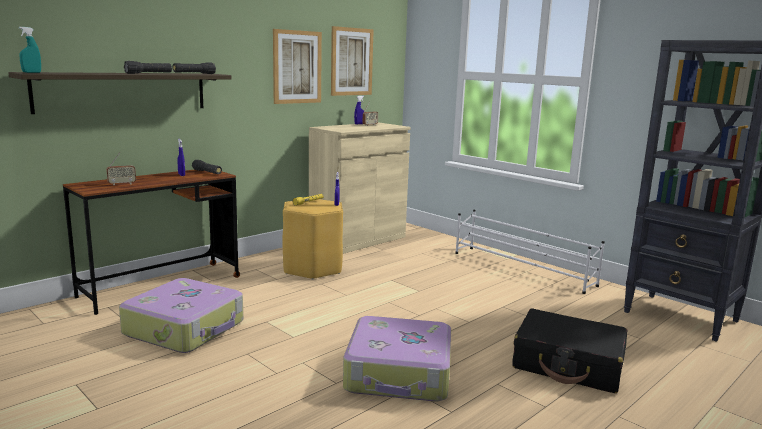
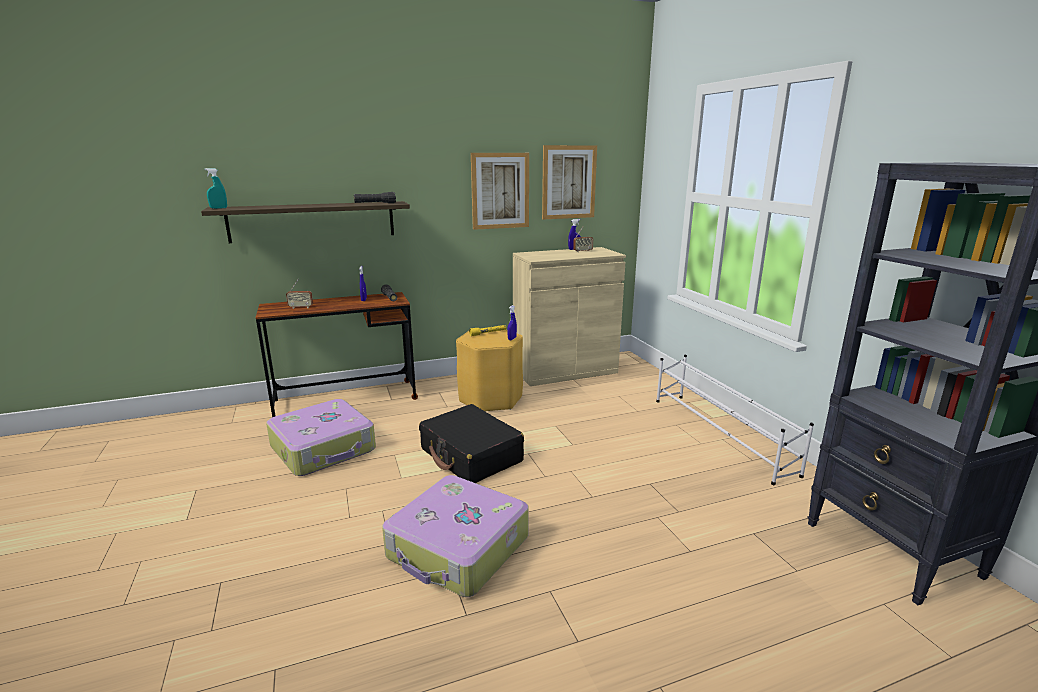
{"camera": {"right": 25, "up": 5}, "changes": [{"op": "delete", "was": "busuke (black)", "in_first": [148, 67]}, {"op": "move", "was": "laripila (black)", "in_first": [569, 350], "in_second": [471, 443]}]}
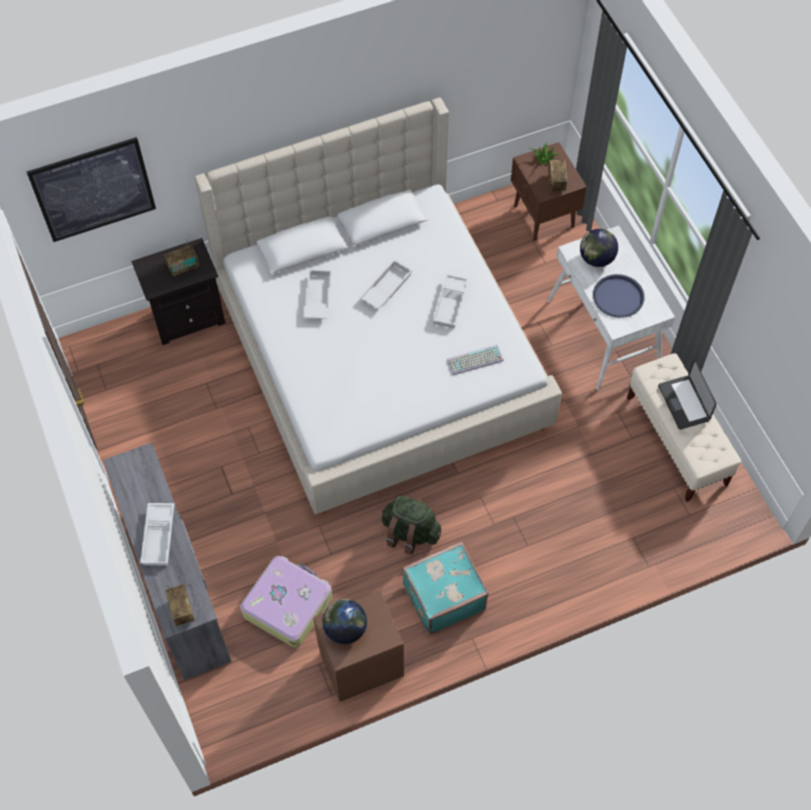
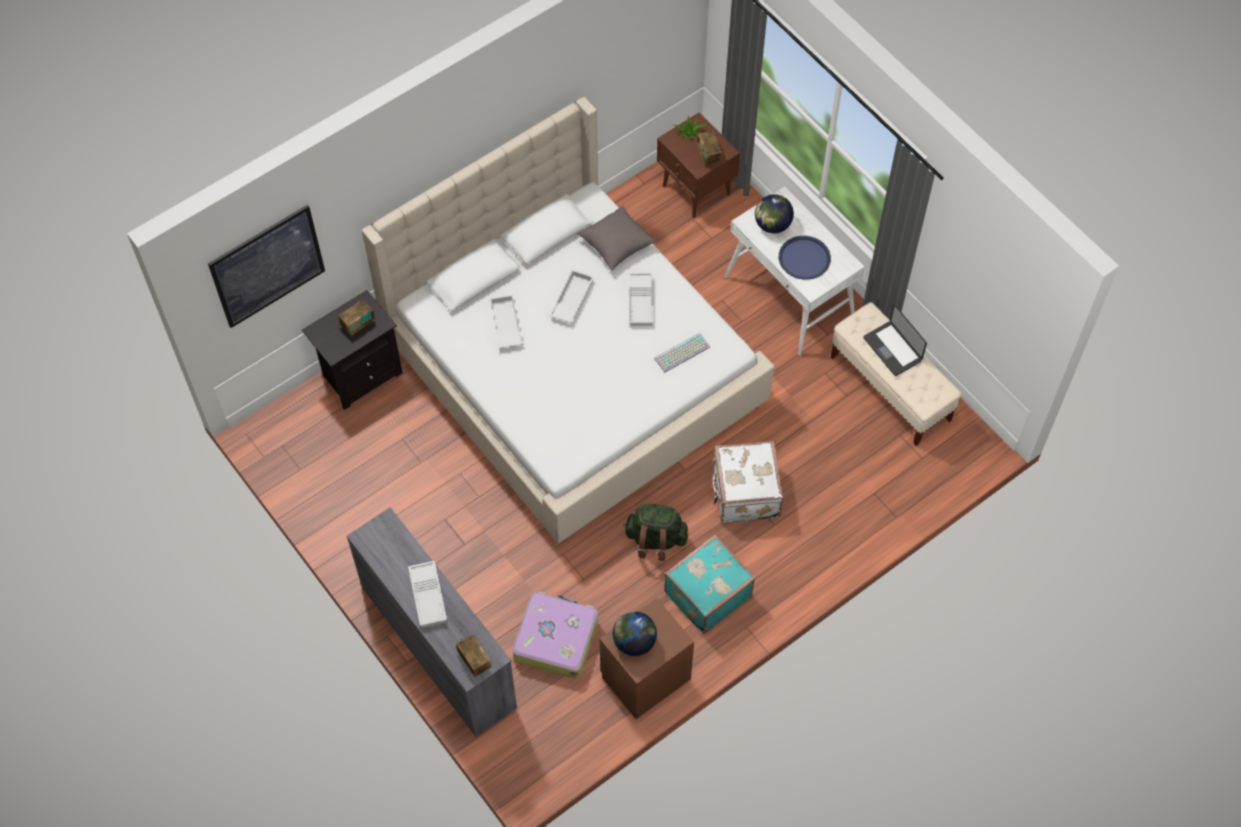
{"camera": {"right": -15, "up": 0}, "changes": [{"op": "insert", "now": "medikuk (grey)", "in_second": [616, 238]}, {"op": "insert", "now": "laripila (white)", "in_second": [747, 482]}]}
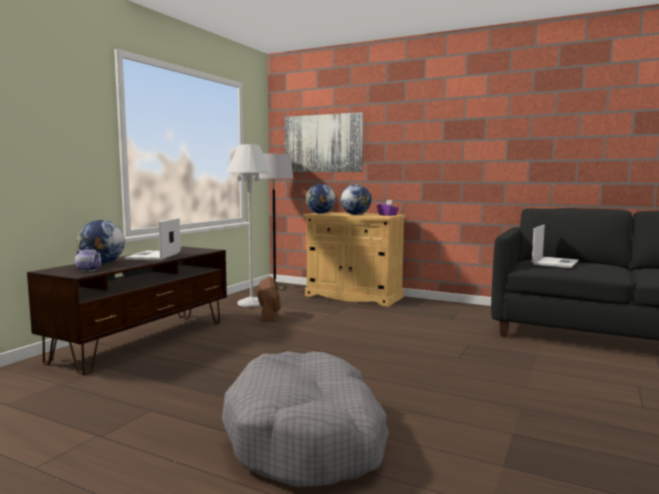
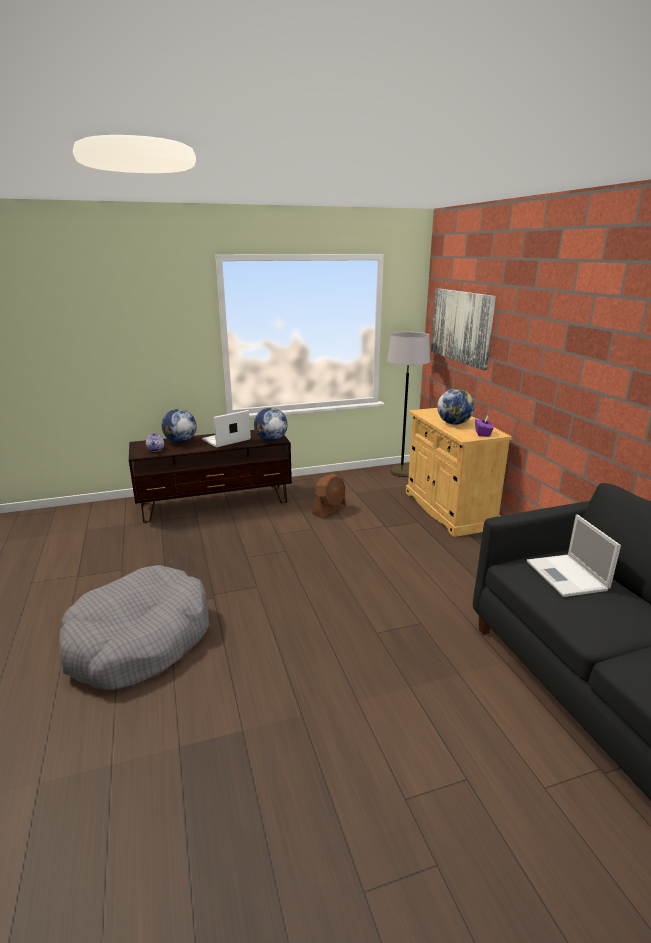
{"camera": {"right": 45, "up": 15}, "changes": [{"op": "delete", "was": "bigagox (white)", "in_first": [249, 225]}, {"op": "move", "was": "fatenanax", "in_first": [320, 199], "in_second": [271, 424]}, {"op": "rotate", "was": "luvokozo", "in_first": [555, 246], "in_second": [574, 555], "clockwise": 90}]}
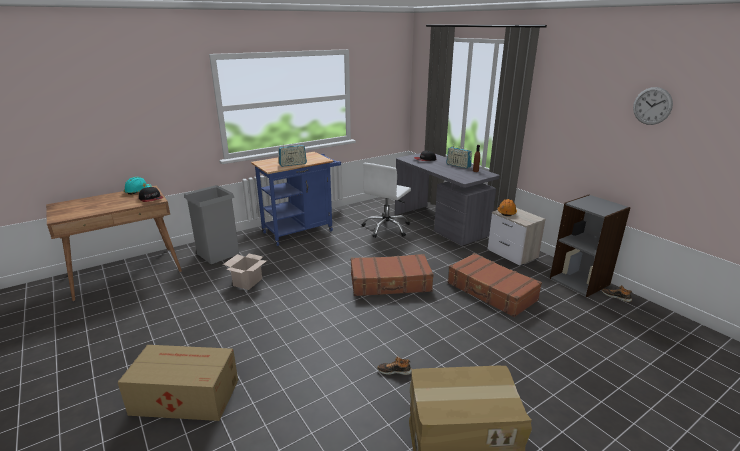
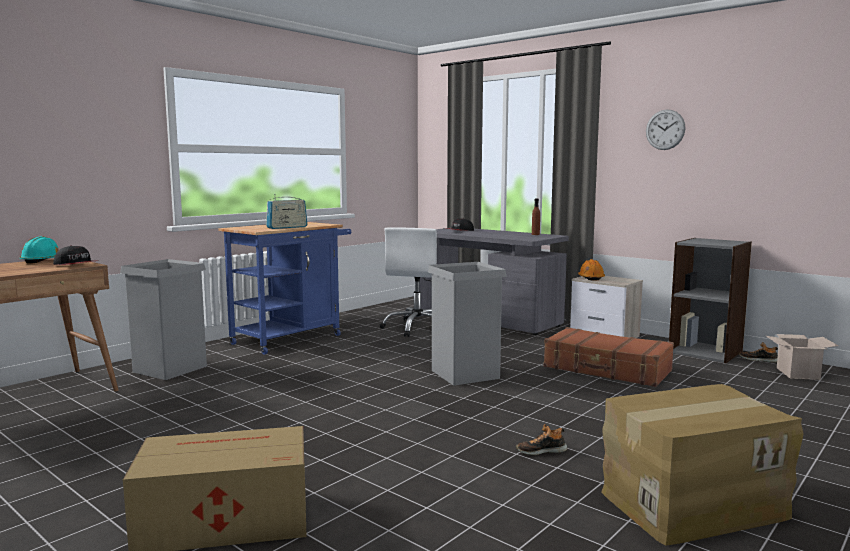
{"camera": {"right": -15, "up": -15}, "changes": [{"op": "move", "was": "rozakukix", "in_first": [653, 106], "in_second": [665, 129]}, {"op": "delete", "was": "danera", "in_first": [459, 157]}, {"op": "move", "was": "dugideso", "in_first": [245, 271], "in_second": [802, 357]}, {"op": "replace", "was": "laripila (brown)", "now": "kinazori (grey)", "in_first": [392, 275], "in_second": [467, 323]}]}
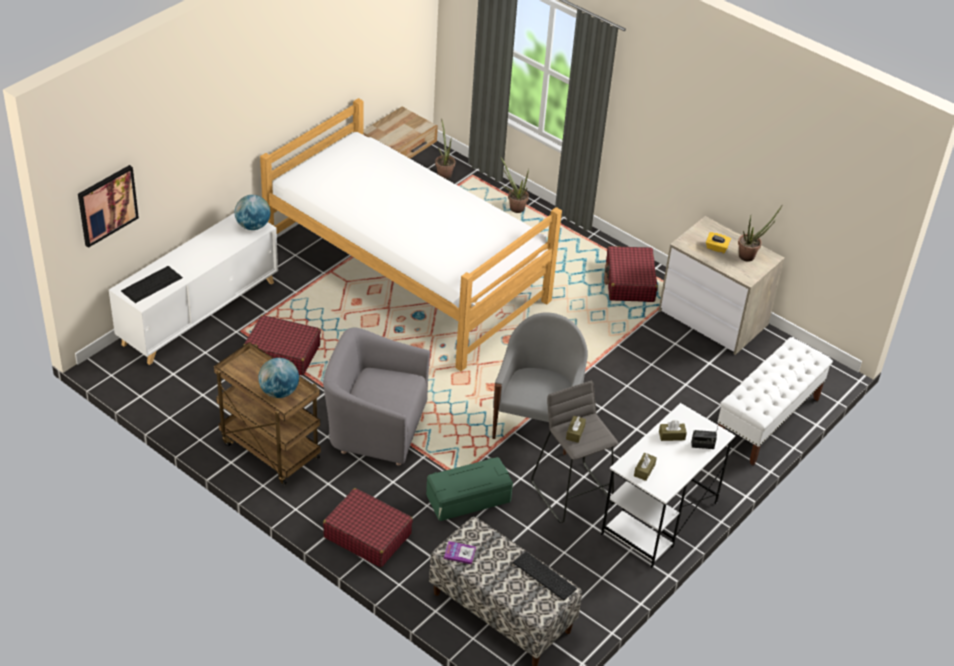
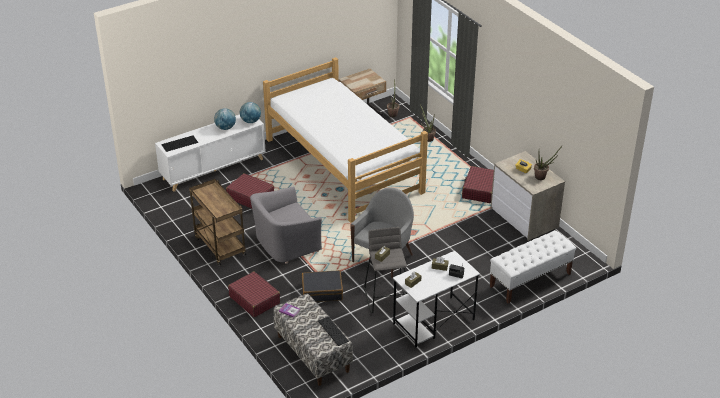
{"camera": {"right": 20, "up": -5}, "changes": [{"op": "delete", "was": "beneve", "in_first": [108, 206]}, {"op": "rotate", "was": "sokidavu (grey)", "in_first": [376, 396], "in_second": [286, 225], "clockwise": -60}, {"op": "move", "was": "fatenanax", "in_first": [278, 378], "in_second": [225, 119]}, {"op": "replace", "was": "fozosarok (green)", "now": "laripila (black)", "in_first": [469, 489], "in_second": [322, 286]}]}
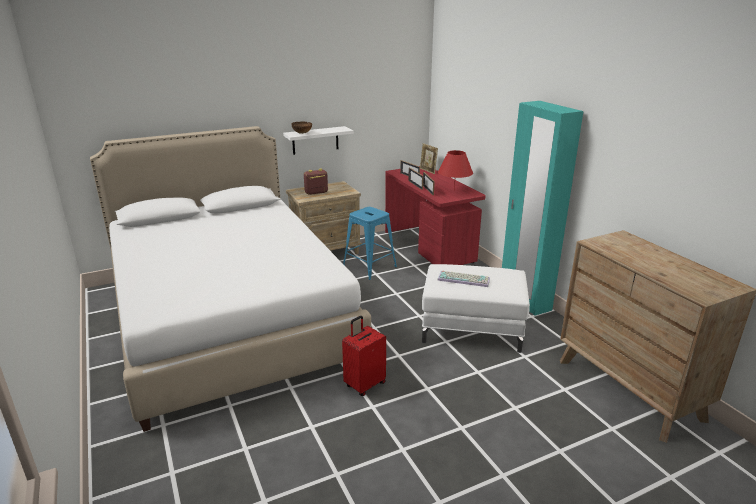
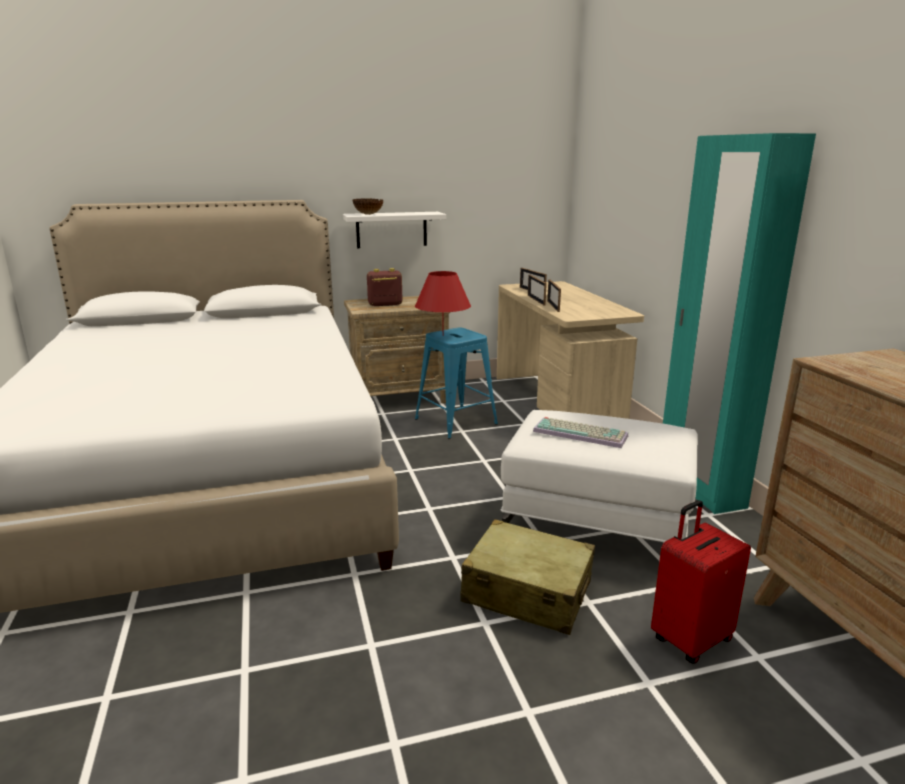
{"camera": {"right": 10, "up": -5}, "changes": [{"op": "delete", "was": "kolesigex", "in_first": [429, 158]}, {"op": "move", "was": "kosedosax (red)", "in_first": [455, 170], "in_second": [443, 303]}, {"op": "recolor", "was": "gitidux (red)", "now": "gitidux (beige)", "in_first": [435, 215], "in_second": [570, 350]}, {"op": "move", "was": "laripila (red)", "in_first": [364, 356], "in_second": [701, 582]}, {"op": "insert", "now": "laripila (beige)", "in_second": [527, 577]}]}
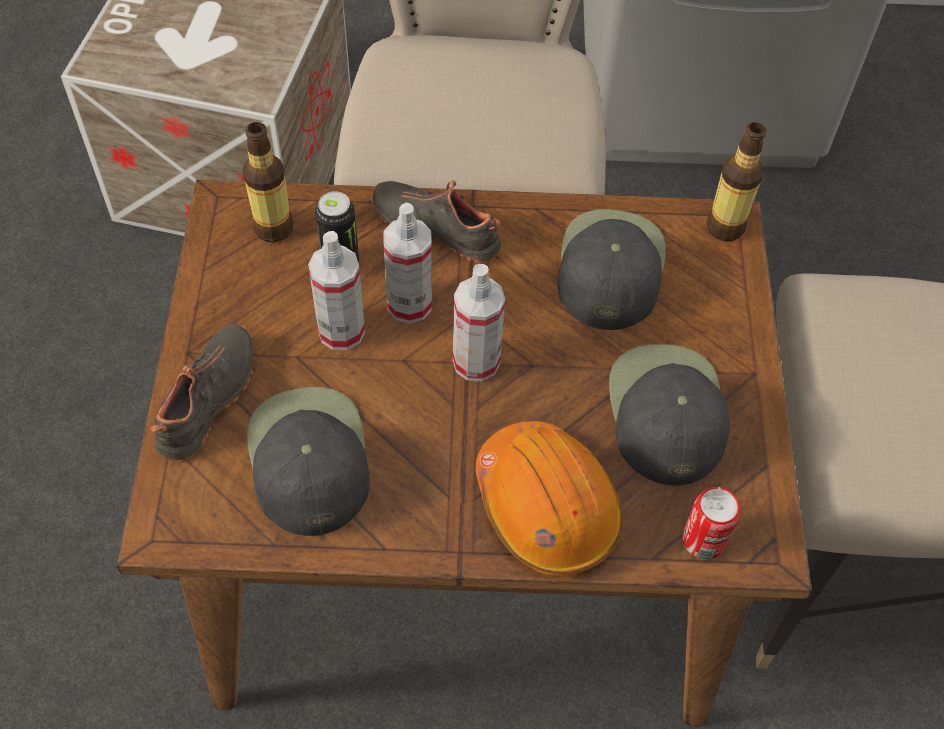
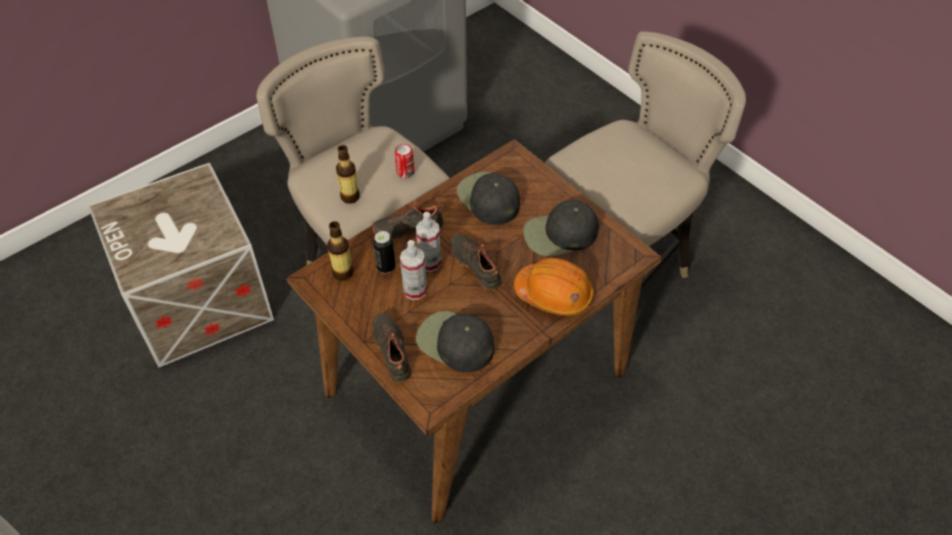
{"camera": {"right": -40, "up": -5}, "changes": [{"op": "move", "was": "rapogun", "in_first": [736, 181], "in_second": [348, 174]}, {"op": "replace", "was": "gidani", "now": "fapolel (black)", "in_first": [479, 323], "in_second": [476, 262]}, {"op": "rotate", "was": "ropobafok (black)", "in_first": [669, 415], "in_second": [561, 228], "clockwise": -60}, {"op": "move", "was": "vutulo", "in_first": [712, 523], "in_second": [404, 161]}]}
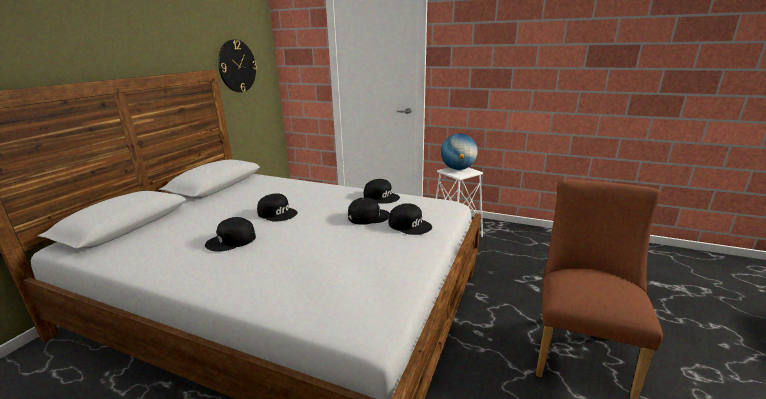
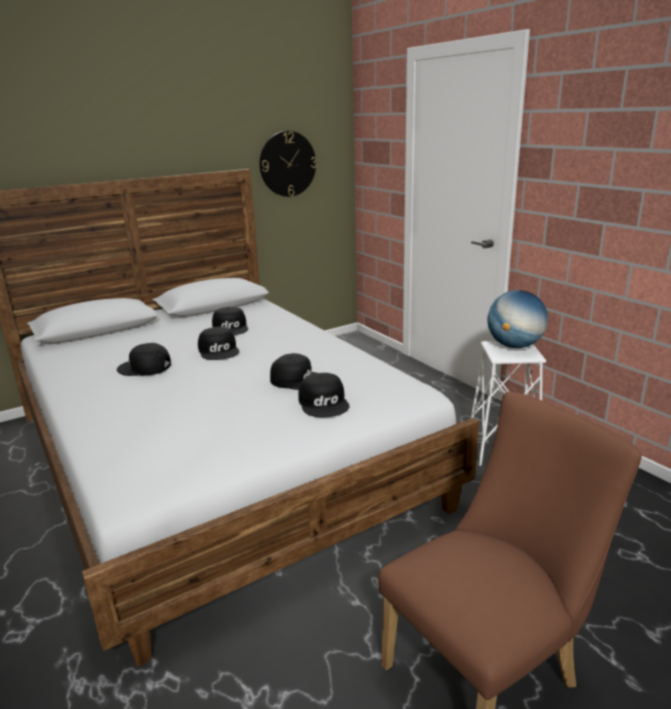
{"camera": {"right": 35, "up": 0}, "changes": [{"op": "move", "was": "ropobafok (black)", "in_first": [382, 191], "in_second": [230, 321]}]}
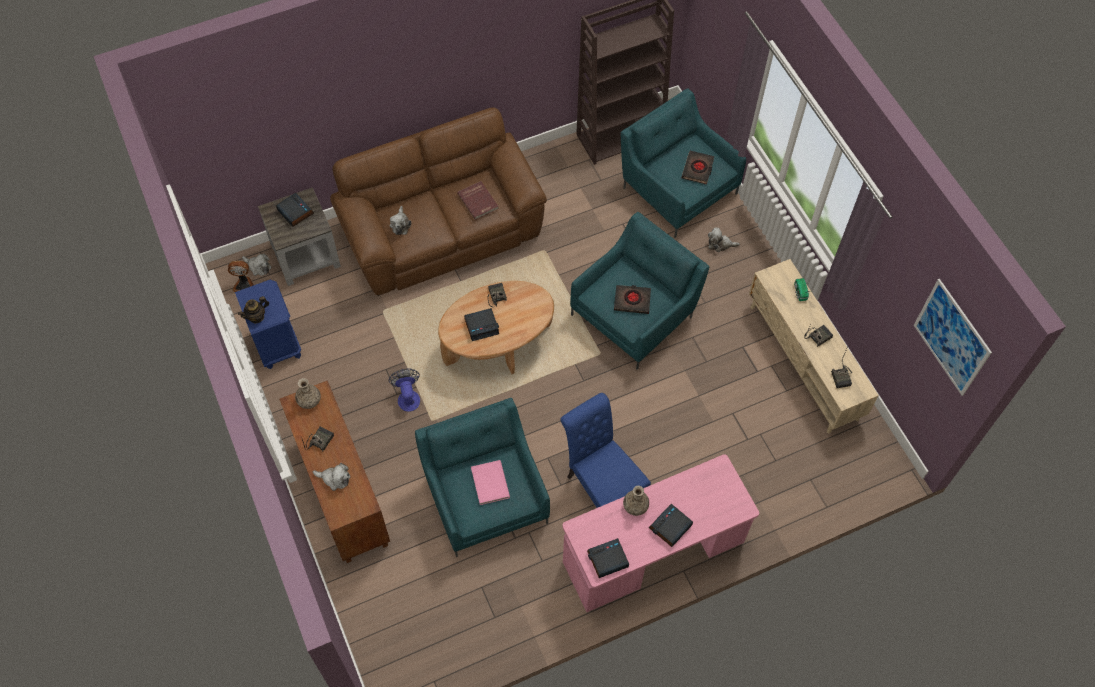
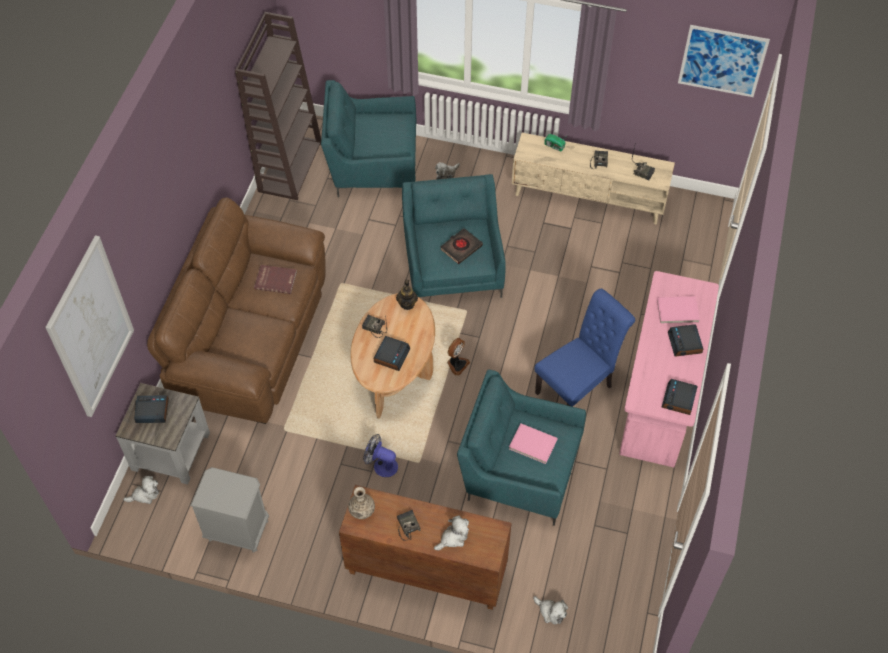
{"camera": {"right": -50, "up": -5}, "changes": [{"op": "delete", "was": "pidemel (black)", "in_first": [698, 167]}, {"op": "move", "was": "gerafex", "in_first": [400, 220], "in_second": [550, 610]}, {"op": "move", "was": "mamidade", "in_first": [241, 277], "in_second": [458, 357]}, {"op": "recolor", "was": "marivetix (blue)", "now": "marivetix (grey)", "in_first": [268, 324], "in_second": [229, 510]}, {"op": "move", "was": "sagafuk", "in_first": [253, 310], "in_second": [407, 295]}, {"op": "rotate", "was": "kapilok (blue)", "in_first": [605, 450], "in_second": [584, 347], "clockwise": 135}, {"op": "delete", "was": "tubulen", "in_first": [636, 501]}, {"op": "insert", "now": "beneve", "in_second": [89, 326]}, {"op": "insert", "now": "pidemel (pink)", "in_second": [678, 310]}]}
